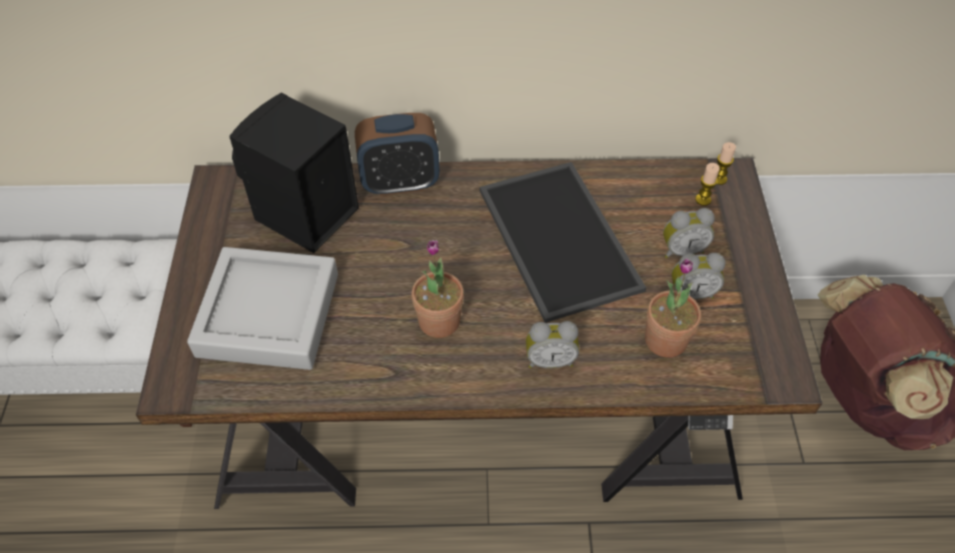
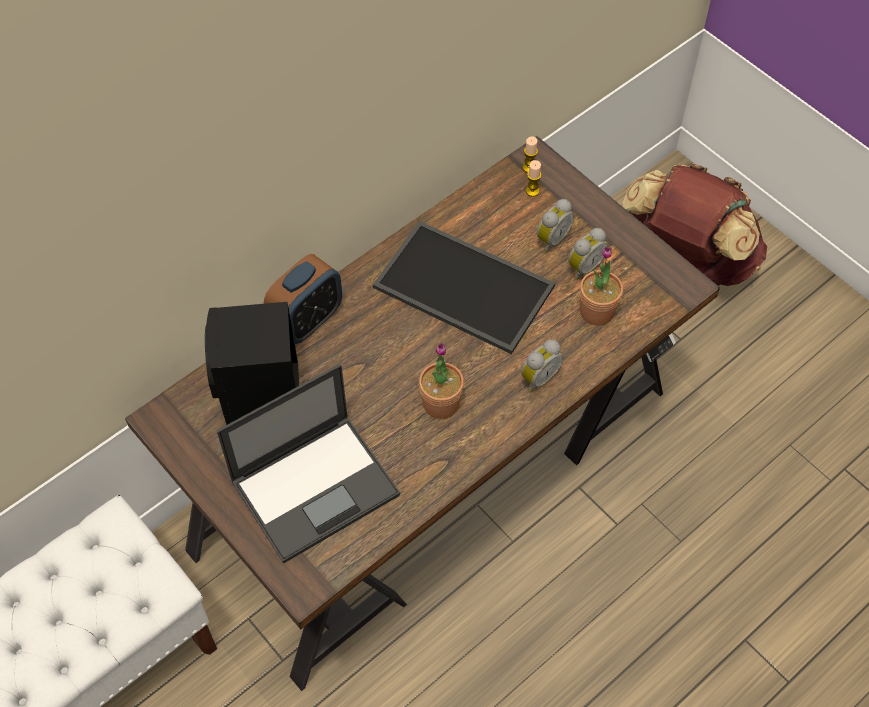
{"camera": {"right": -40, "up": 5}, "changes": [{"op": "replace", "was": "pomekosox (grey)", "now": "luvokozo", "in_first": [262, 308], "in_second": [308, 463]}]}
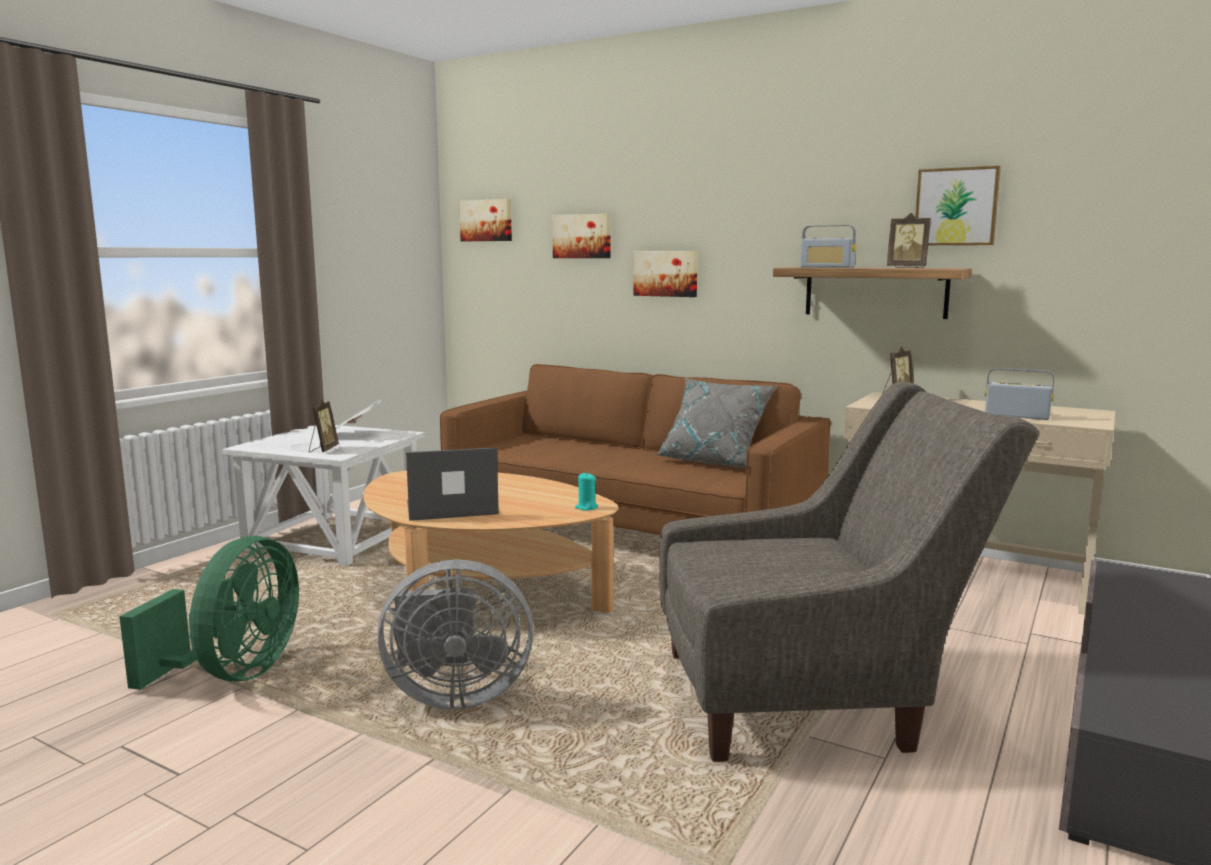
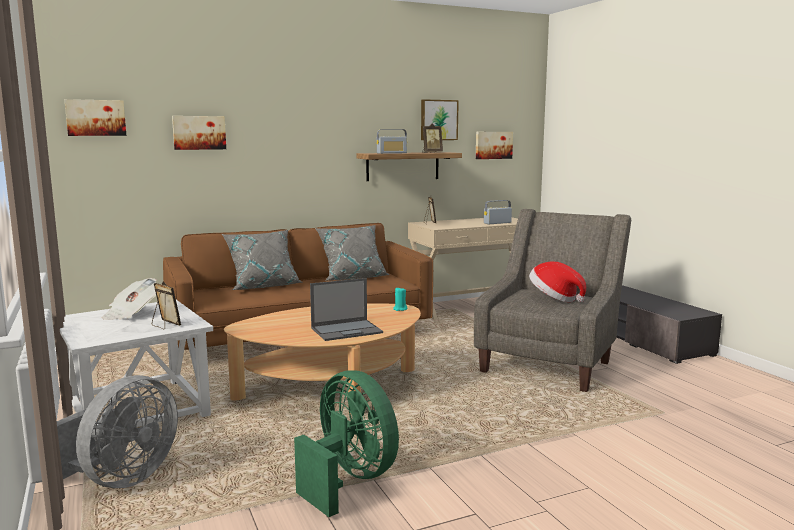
{"camera": {"right": -55, "up": 0}, "changes": [{"op": "move", "was": "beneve", "in_first": [665, 274], "in_second": [494, 145]}, {"op": "rotate", "was": "luvokozo", "in_first": [452, 484], "in_second": [346, 309], "clockwise": -135}, {"op": "move", "was": "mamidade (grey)", "in_first": [455, 634], "in_second": [117, 431]}, {"op": "insert", "now": "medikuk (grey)", "in_second": [262, 260]}, {"op": "insert", "now": "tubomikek", "in_second": [557, 282]}]}
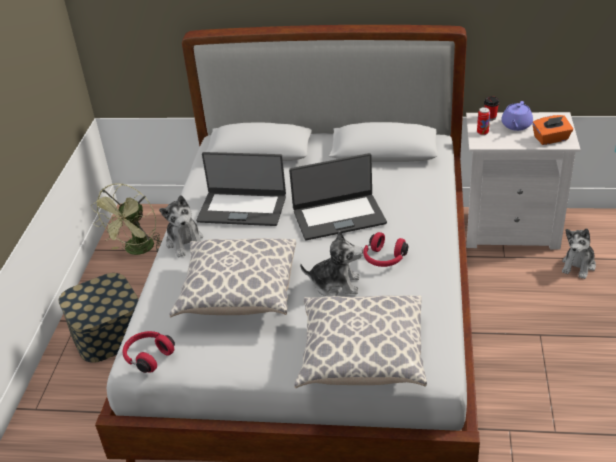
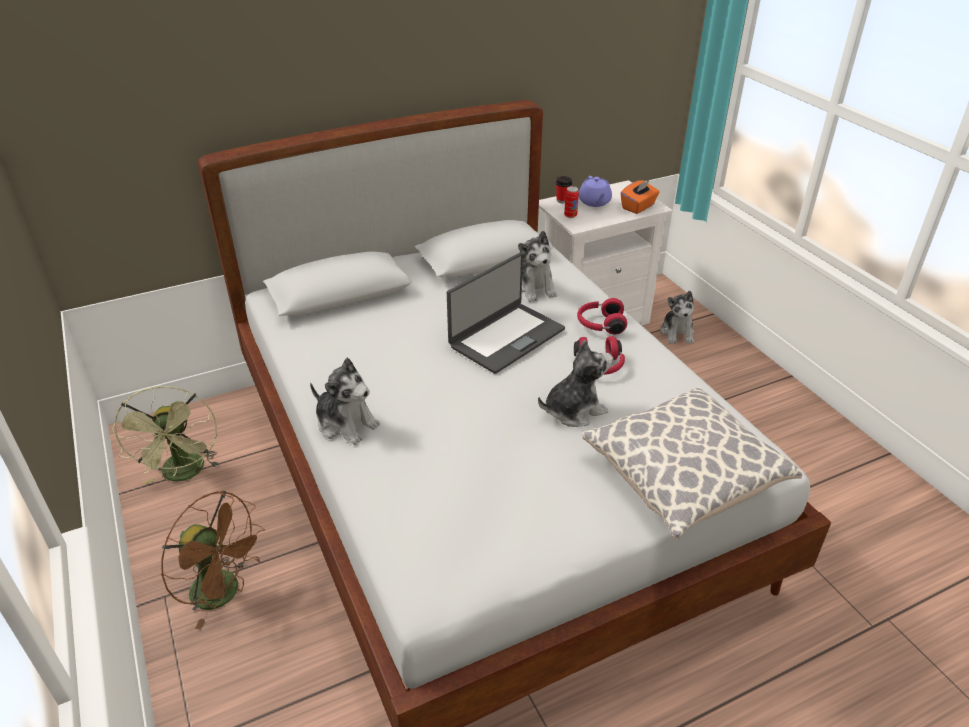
{"camera": {"right": -35, "up": 0}, "changes": [{"op": "delete", "was": "luvokozo", "in_first": [241, 189]}, {"op": "delete", "was": "medikuk", "in_first": [232, 277]}, {"op": "replace", "was": "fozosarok", "now": "mamidade (brown)", "in_first": [98, 318], "in_second": [213, 560]}, {"op": "move", "was": "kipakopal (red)", "in_first": [149, 352], "in_second": [602, 316]}, {"op": "insert", "now": "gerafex", "in_second": [537, 266]}]}
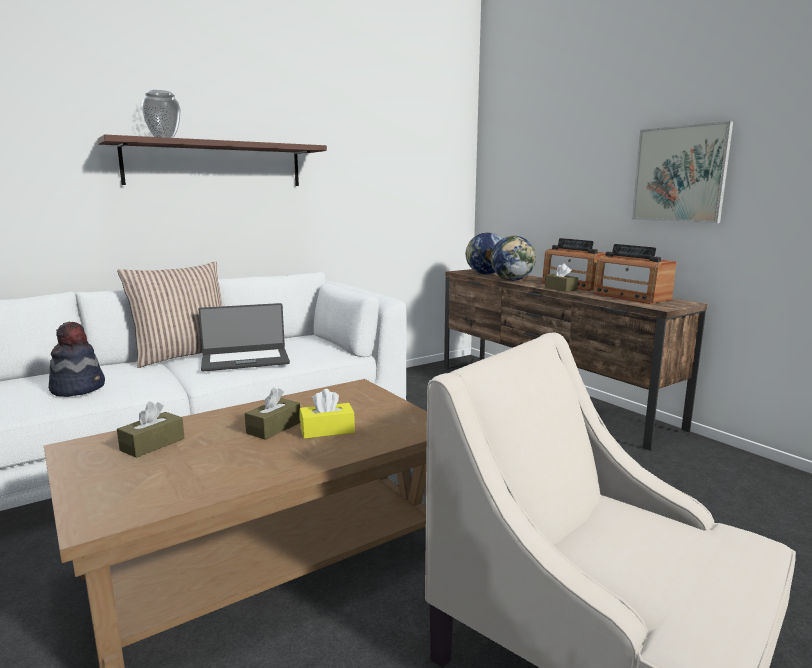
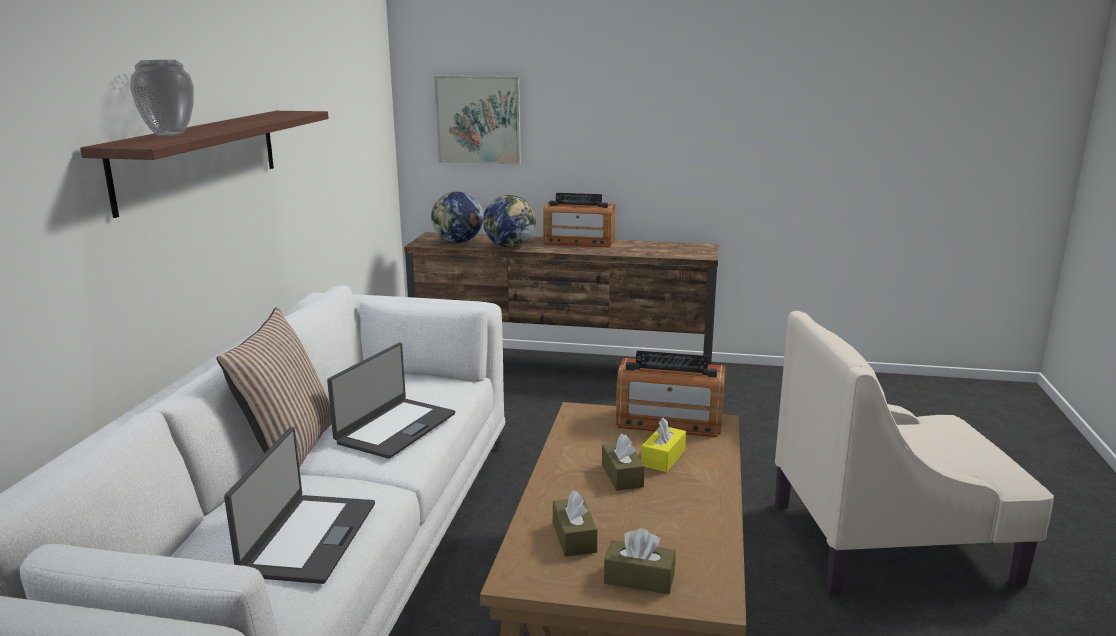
{"camera": {"right": -45, "up": 5}, "changes": [{"op": "move", "was": "beneve", "in_first": [682, 172], "in_second": [477, 120]}, {"op": "move", "was": "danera", "in_first": [635, 274], "in_second": [670, 394]}, {"op": "move", "was": "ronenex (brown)", "in_first": [561, 277], "in_second": [640, 561]}, {"op": "replace", "was": "tubomikek", "now": "luvokozo", "in_first": [77, 359], "in_second": [299, 505]}]}
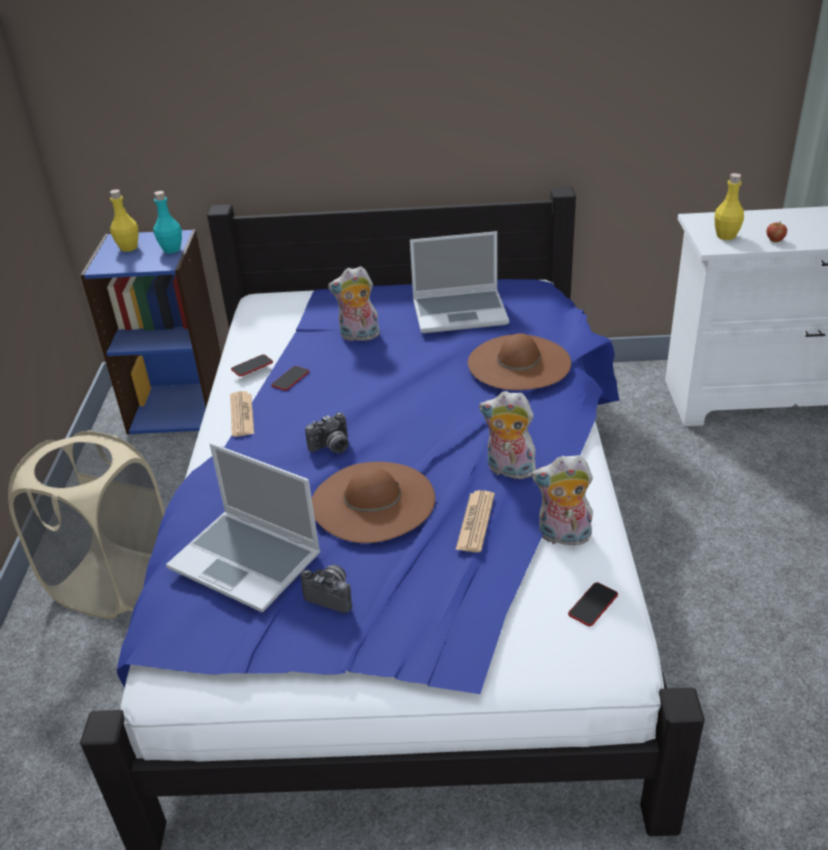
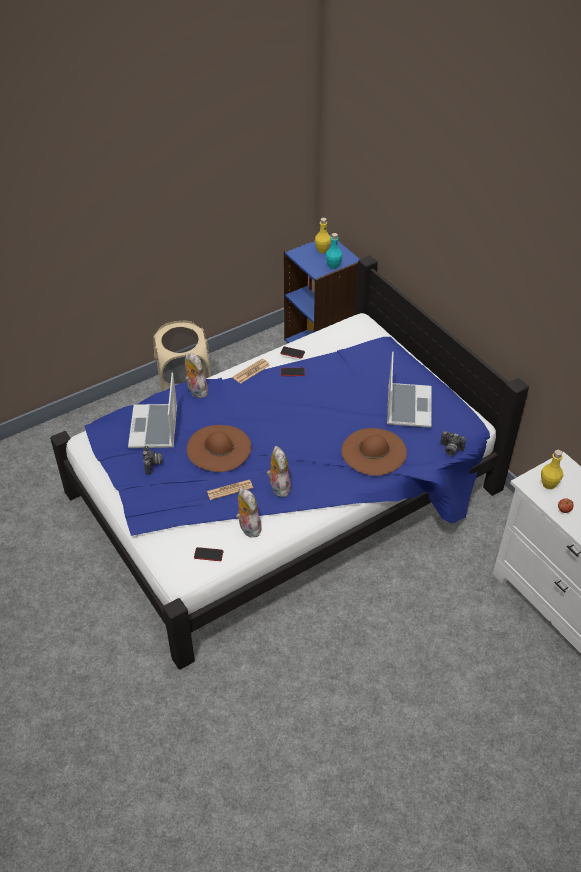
{"camera": {"right": 55, "up": 10}, "changes": [{"op": "rotate", "was": "luvokozo", "in_first": [459, 282], "in_second": [409, 390], "clockwise": -135}, {"op": "move", "was": "gerafex", "in_first": [355, 303], "in_second": [196, 375]}, {"op": "move", "was": "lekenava", "in_first": [326, 433], "in_second": [453, 443]}]}
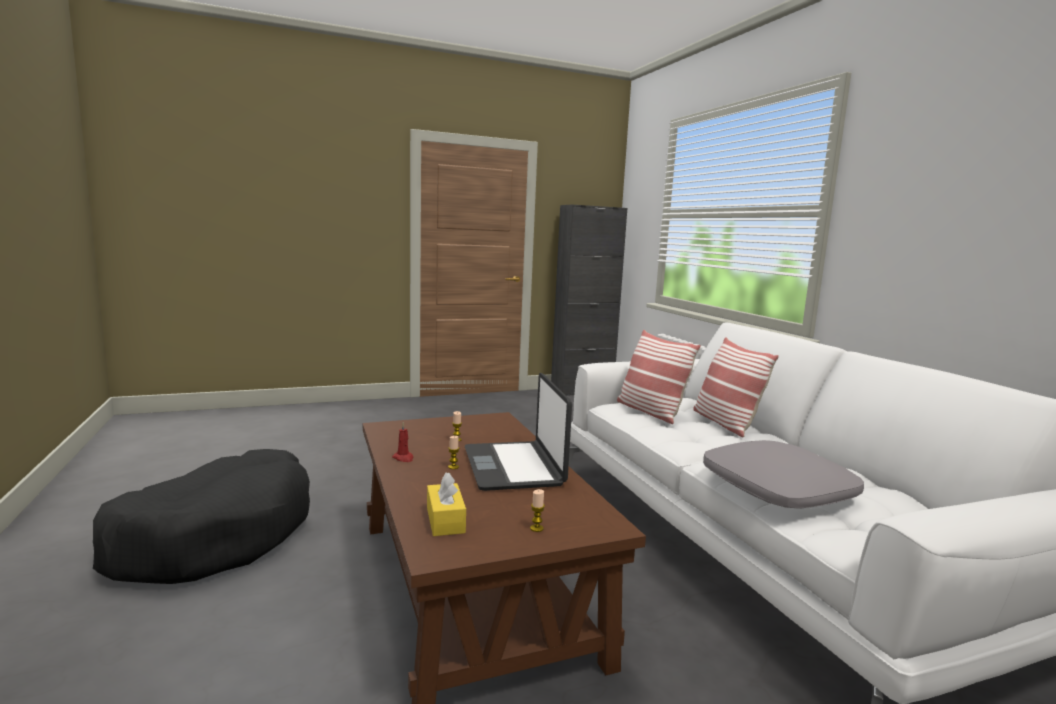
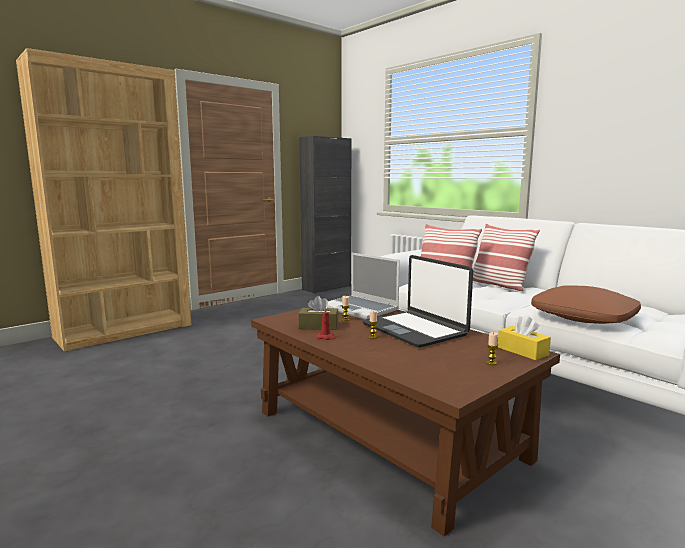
{"camera": {"right": -20, "up": 0}, "changes": [{"op": "recolor", "was": "medikuk (grey)", "now": "medikuk (brown)", "in_first": [783, 474], "in_second": [586, 304]}, {"op": "delete", "was": "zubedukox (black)", "in_first": [201, 516]}, {"op": "move", "was": "ronenex (yellow)", "in_first": [446, 504], "in_second": [524, 337]}, {"op": "insert", "now": "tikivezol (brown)", "in_second": [104, 199]}, {"op": "insert", "now": "luvokozo", "in_second": [363, 286]}, {"op": "insert", "now": "ronenex (brown)", "in_second": [318, 313]}]}
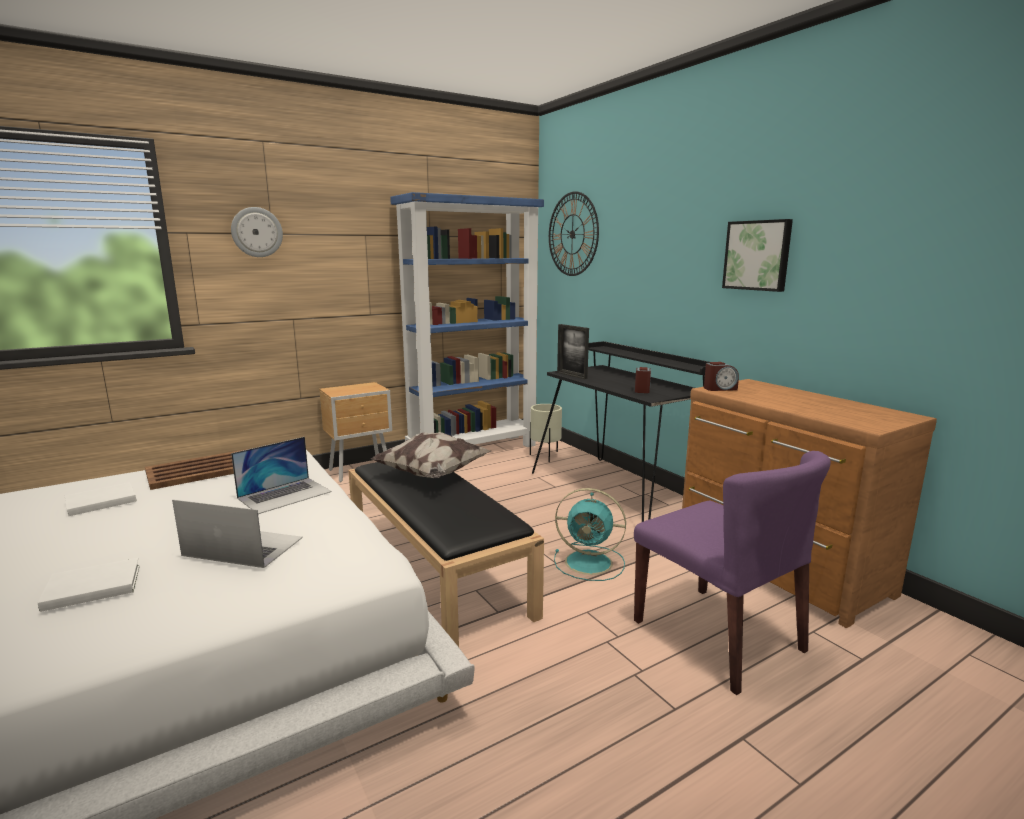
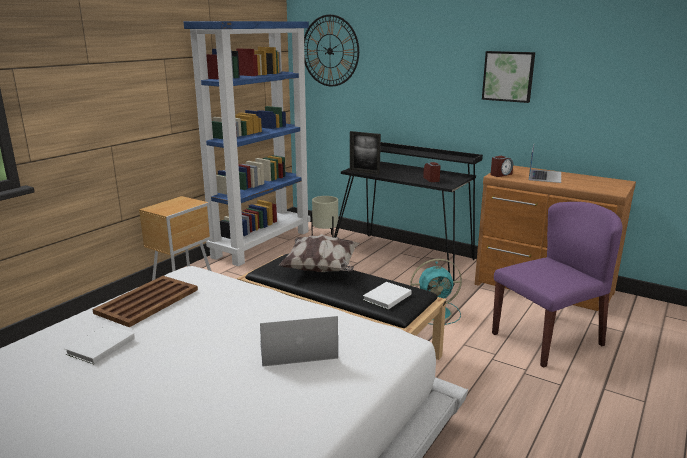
{"camera": {"right": -25, "up": 5}, "changes": [{"op": "delete", "was": "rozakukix", "in_first": [257, 232]}, {"op": "move", "was": "luvokozo", "in_first": [281, 475], "in_second": [545, 164]}, {"op": "rotate", "was": "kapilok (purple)", "in_first": [732, 573], "in_second": [557, 285], "clockwise": -60}, {"op": "move", "was": "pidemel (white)", "in_first": [89, 585], "in_second": [387, 295]}]}
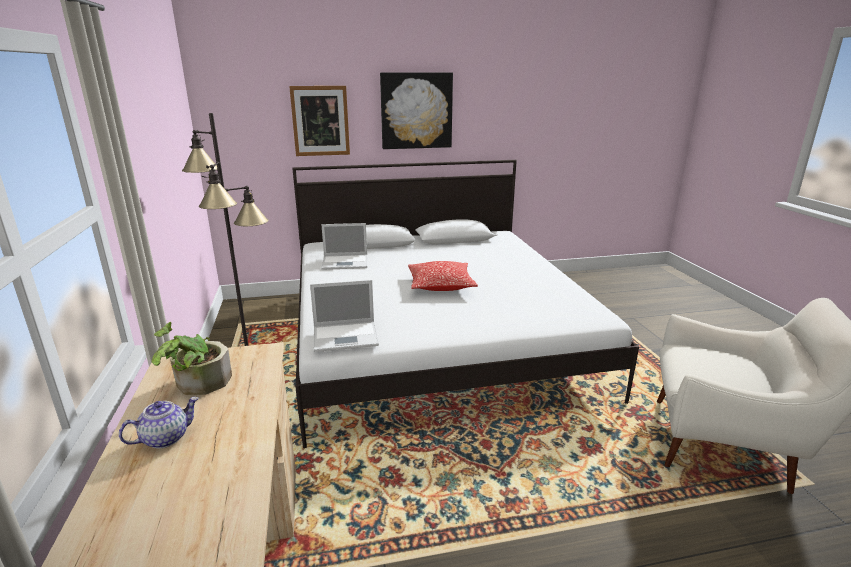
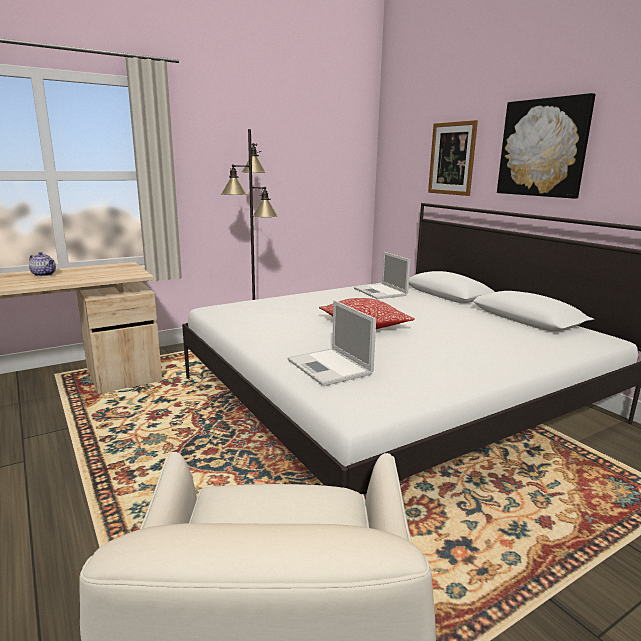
{"camera": {"right": 70, "up": -5}, "changes": [{"op": "move", "was": "luvokozo", "in_first": [344, 316], "in_second": [332, 343]}, {"op": "delete", "was": "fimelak", "in_first": [192, 358]}]}
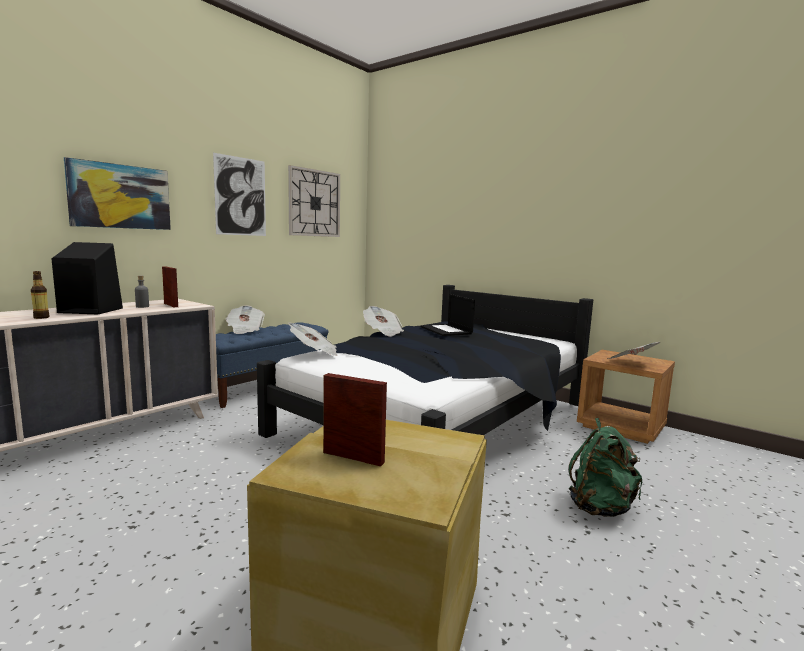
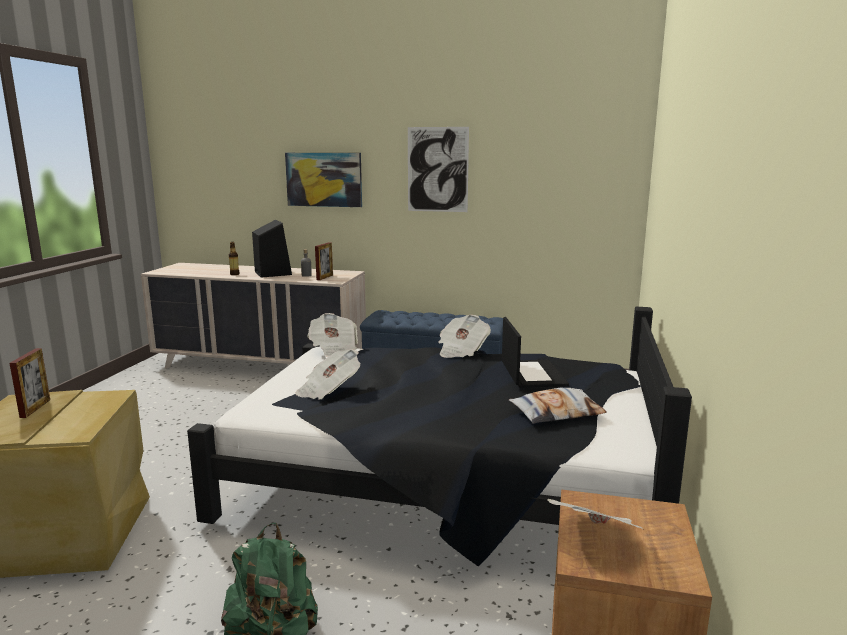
{"camera": {"right": 65, "up": 5}, "changes": [{"op": "delete", "was": "rozakukix", "in_first": [314, 201]}, {"op": "rotate", "was": "luvokozo", "in_first": [448, 315], "in_second": [535, 352], "clockwise": 135}, {"op": "move", "was": "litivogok", "in_first": [245, 319], "in_second": [327, 374]}, {"op": "insert", "now": "medikuk", "in_second": [558, 406]}]}
